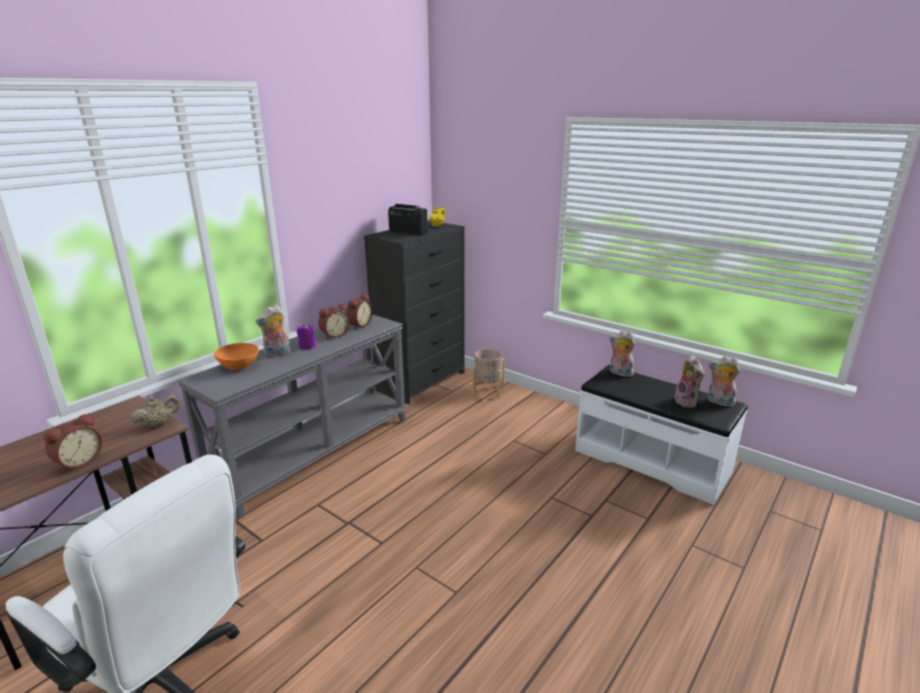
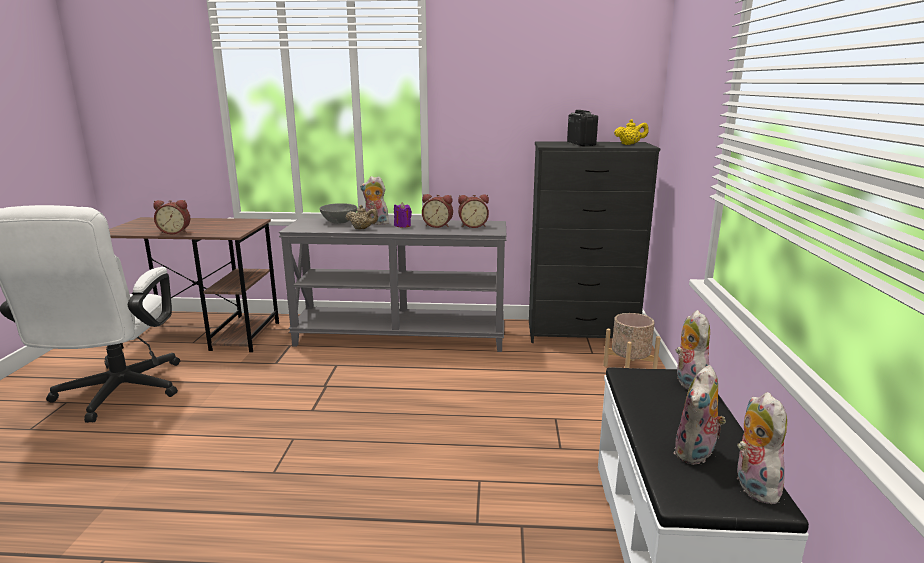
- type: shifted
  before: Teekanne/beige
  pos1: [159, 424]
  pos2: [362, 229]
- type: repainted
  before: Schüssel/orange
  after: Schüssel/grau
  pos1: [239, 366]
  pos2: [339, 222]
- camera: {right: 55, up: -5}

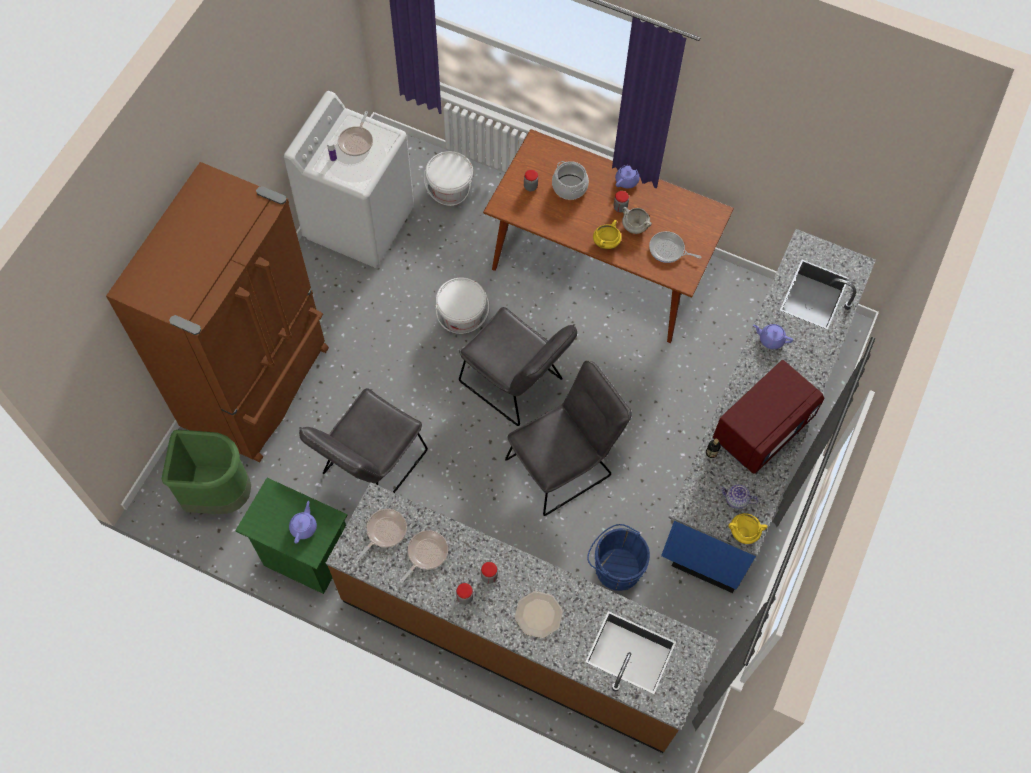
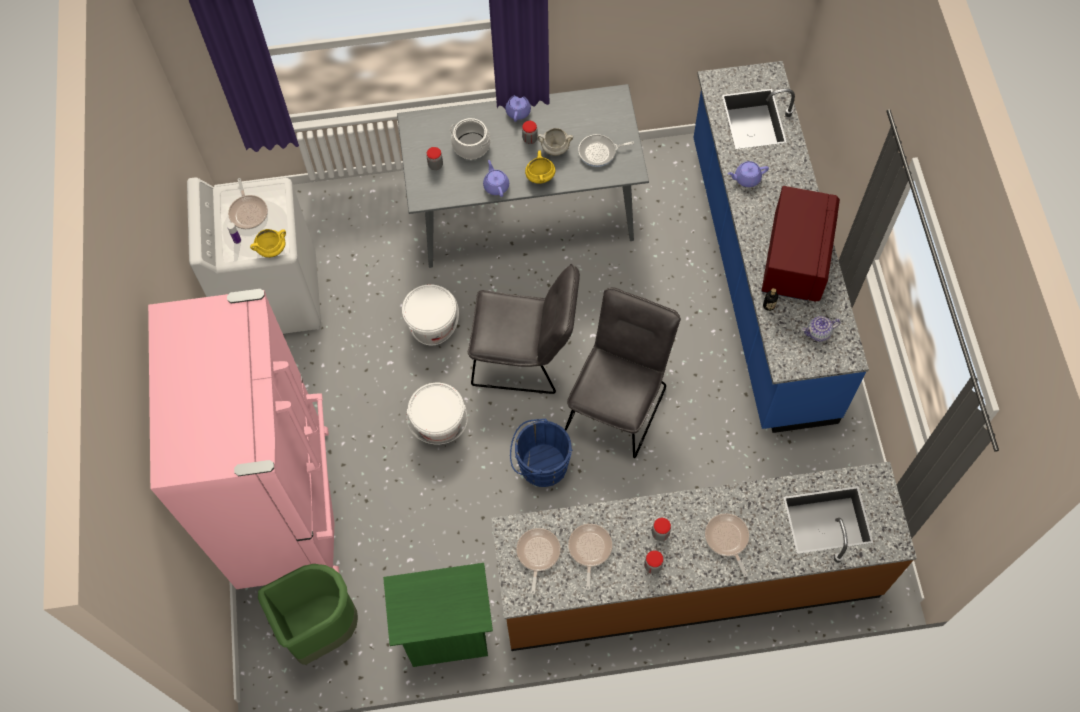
- type: gone
  before: Stuhl/grau
  pos1: [370, 467]
- type: shifted
  before: Teekanne/lila
  pos1: [304, 527]
  pos2: [496, 185]
- type: shifted
  before: Eimer/weiß
  pos1: [450, 191]
  pos2: [439, 424]
- type: shifted
  before: Eimer/blau
  pos1: [615, 567]
  pos2: [540, 465]
- type: shifted
  before: Kochtopf/gelb
  pos1: [744, 532]
  pos2: [272, 249]
- type: swapped
  before: Teller
  after: Pfanne
  pos1: [538, 615]
  pos2: [727, 539]
- type: repainted
  before: Kühlschrank/braun
  after: Kühlschrank/rosa
  pos1: [259, 387]
  pos2: [288, 505]
- type: repainted
  before: Esstisch/braun
  after: Esstisch/grau
  pos1: [600, 264]
  pos2: [523, 207]
- camera: {right: -30, up: 0}

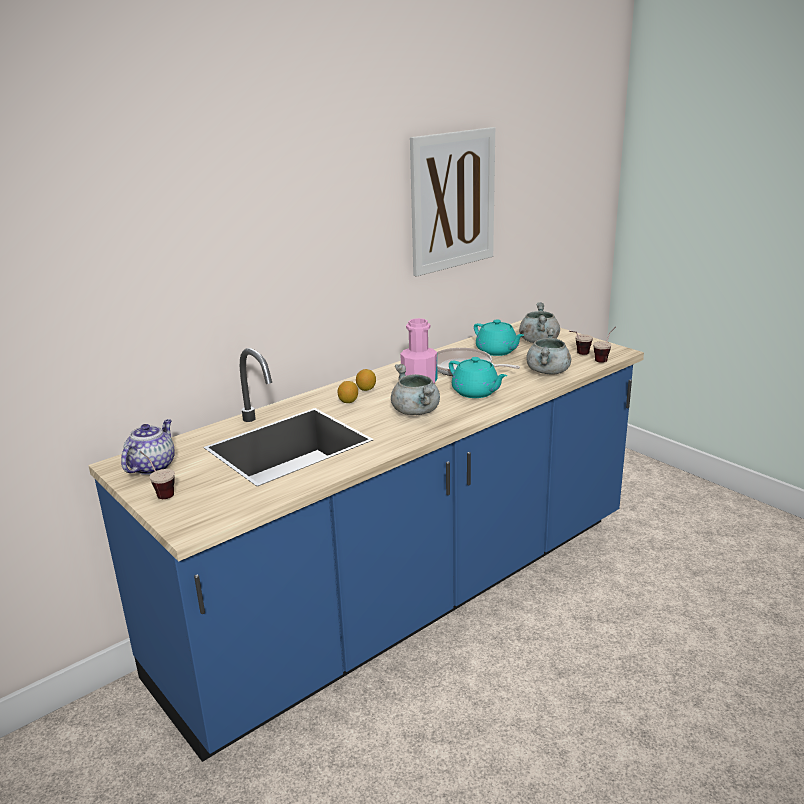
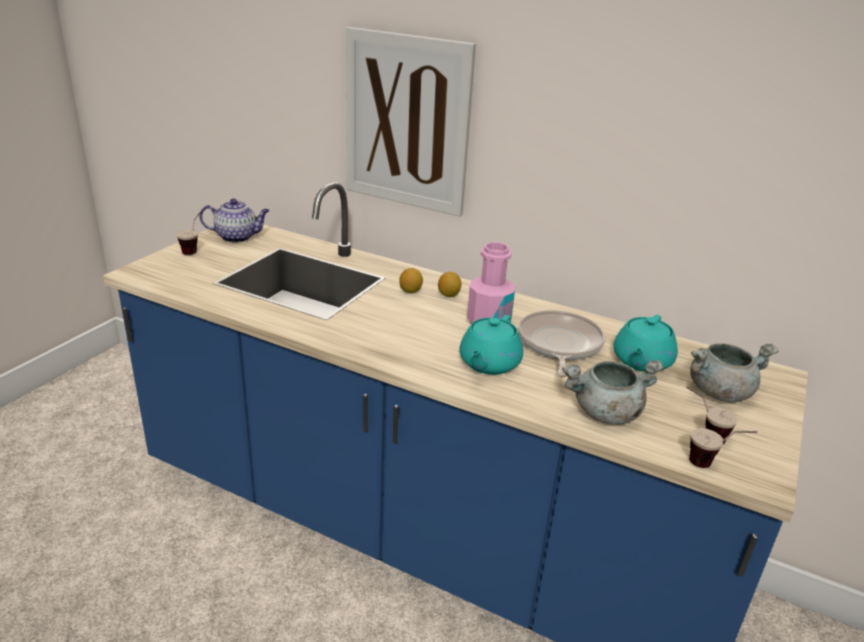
- type: gone
  before: Kochtopf/grau
  pos1: [417, 412]
- type: shifted
  before: Bild
  pos1: [452, 201]
  pos2: [407, 122]
- camera: {right: 65, up: 5}

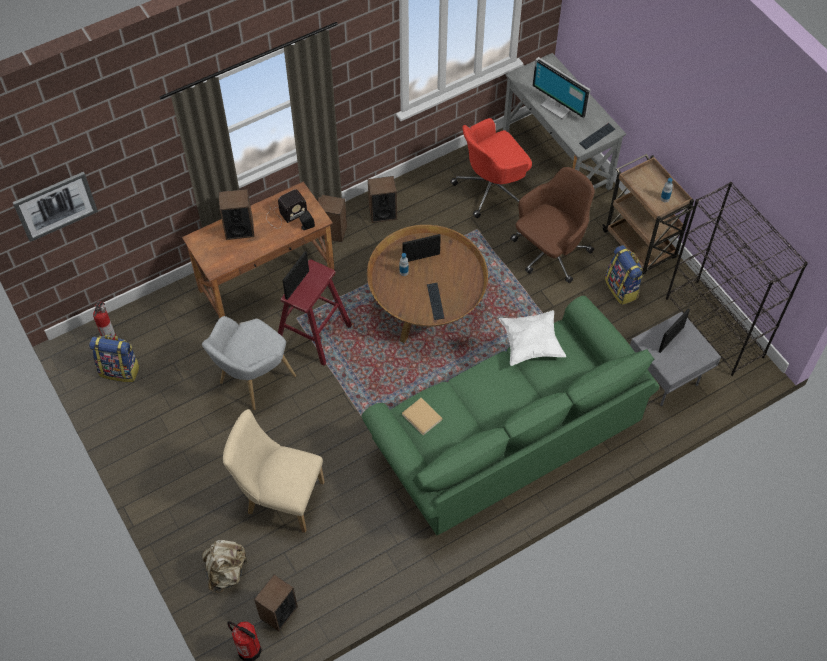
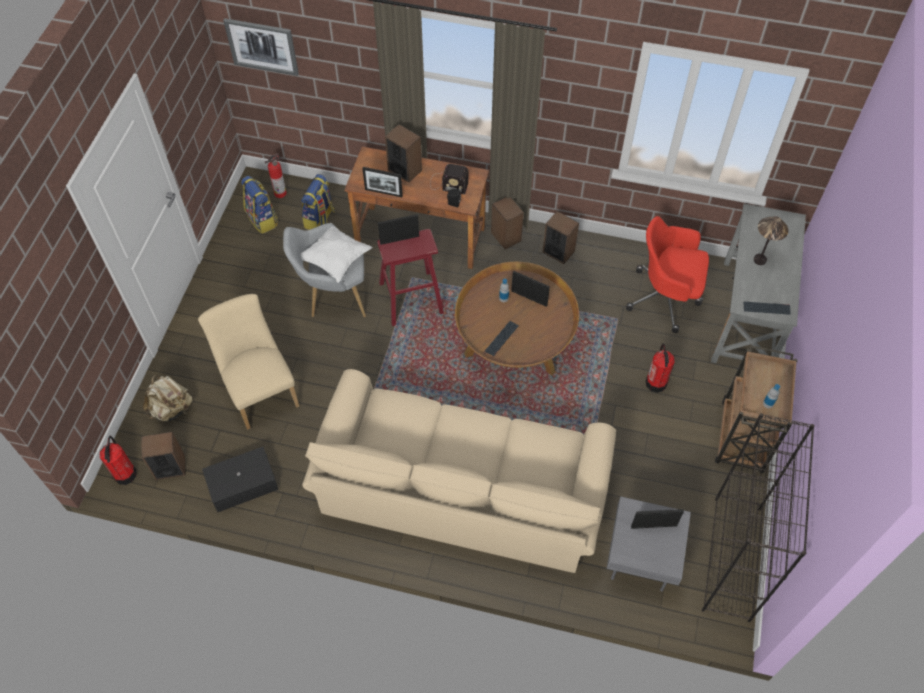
- type: gone
  before: Buch/beige
  pos1: [422, 418]
- type: new
  after: Aufbewahrungsbox/schwarz
  pos2: [241, 483]
- type: new
  after: Bilderrahmen
  pos2: [383, 192]
- type: shifted
  before: Kissen/weiß
  pos1: [531, 344]
  pos2: [335, 260]
- type: shifted
  before: Rucksack
  pos1: [622, 289]
  pos2: [320, 219]
- type: swapped
  before: Bürostuhl/braun
  after: Feuerlöscher
  pos1: [549, 253]
  pos2: [656, 383]
- type: swapped
  before: Monitor
  after: Tischlampe
  pos1: [558, 106]
  pos2: [760, 260]
- type: repainted
  before: Sofa/grün
  after: Sofa/beige
  pos1: [506, 435]
  pos2: [462, 489]
- camera: {right: 45, up: 0}

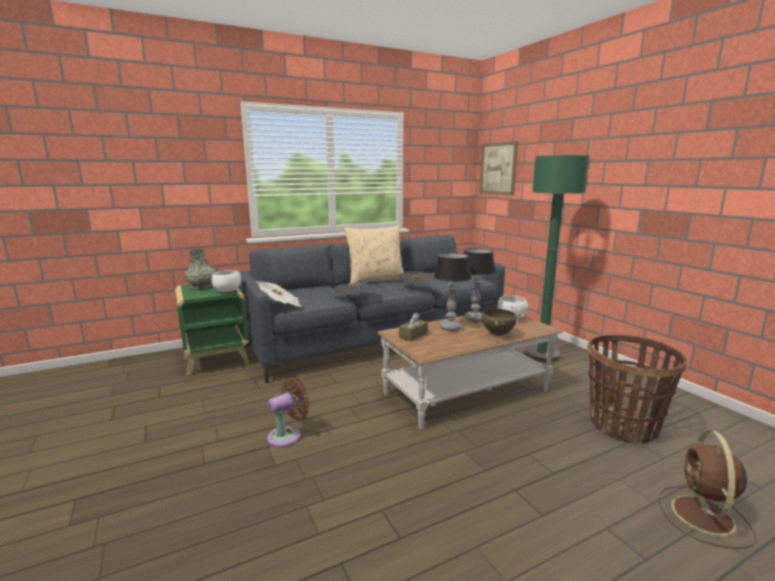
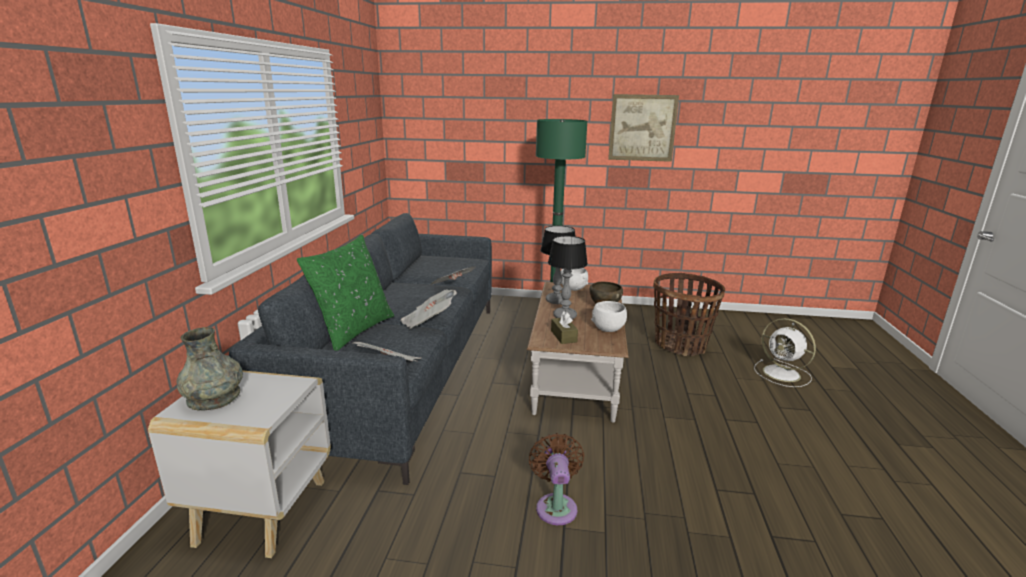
- type: gone
  before: Kissen/beige
  pos1: [375, 280]
- type: new
  after: Kissen/grün
  pos2: [353, 330]
- type: shifted
  before: Schüssel/weiß
  pos1: [227, 291]
  pos2: [608, 329]
- type: shifted
  before: Bild
  pos1: [498, 168]
  pos2: [642, 128]
- type: repainted
  before: Beistelltisch/grün
  after: Beistelltisch/weiß
  pos1: [217, 360]
  pos2: [263, 510]
- type: repainted
  before: Ventilator/braun
  after: Ventilator/weiß
  pos1: [703, 517]
  pos2: [783, 374]
- camera: {right: -55, up: 5}

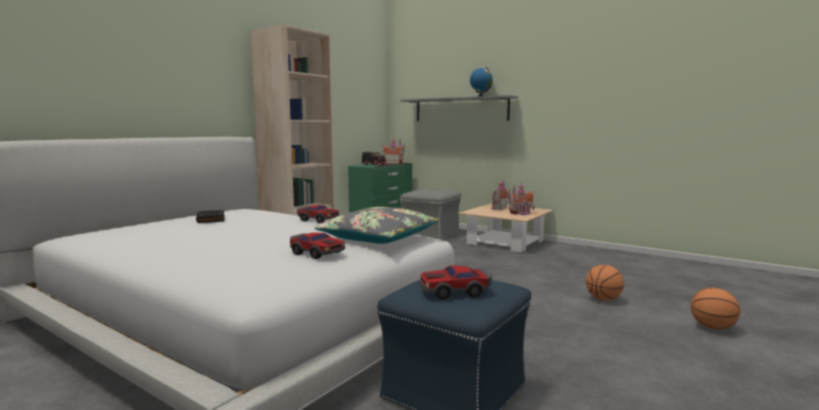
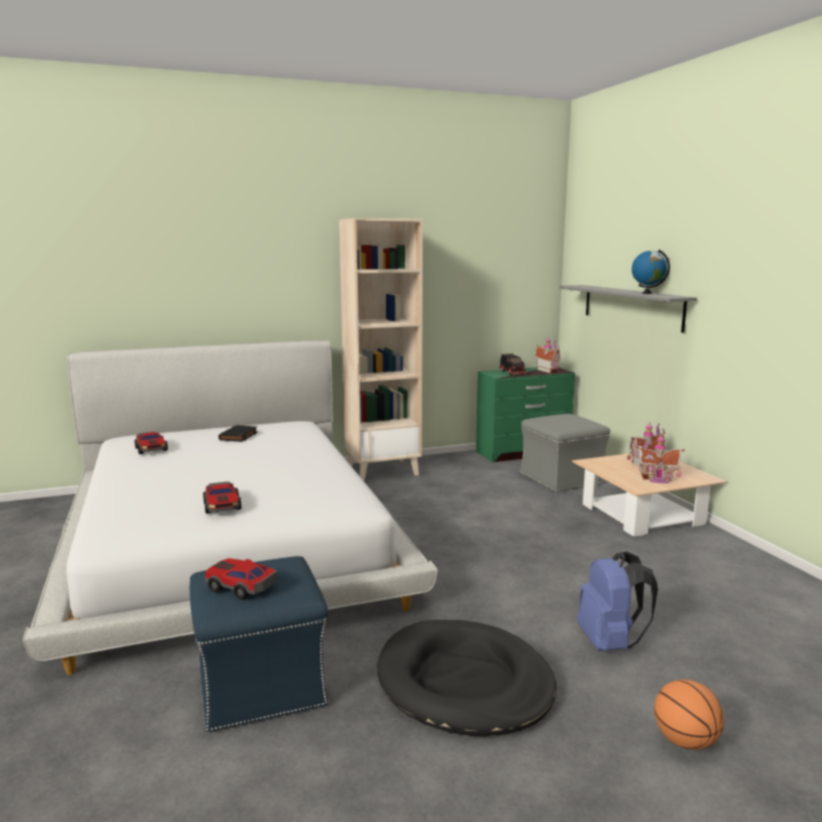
- type: gone
  before: Kissen/grau
  pos1: [378, 238]
- type: new
  after: Hundebett/schwarz
  pos2: [464, 683]
- type: shifted
  before: Spielzeugauto
  pos1: [318, 220]
  pos2: [151, 449]
- type: swapped
  before: Basketball
  after: Rucksack/blau
  pos1: [603, 299]
  pos2: [610, 643]
- camera: {right: 35, up: 5}

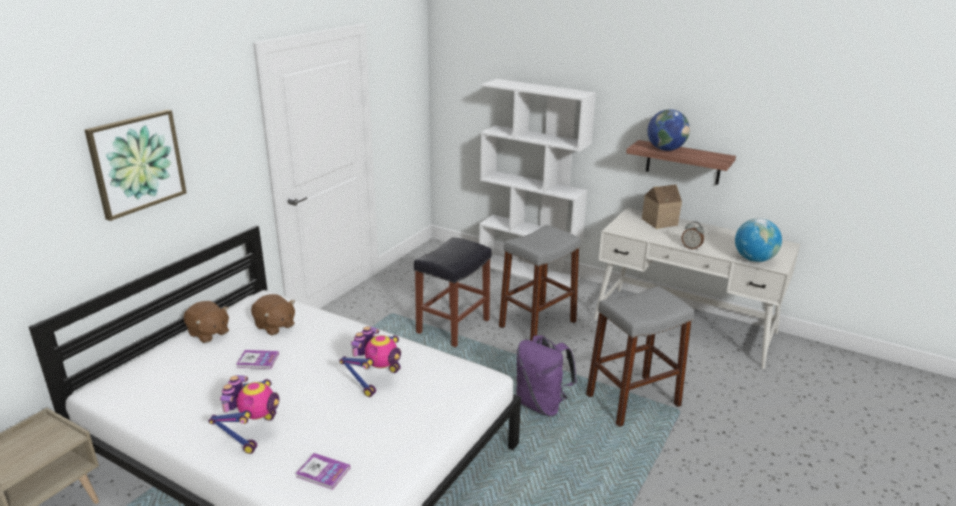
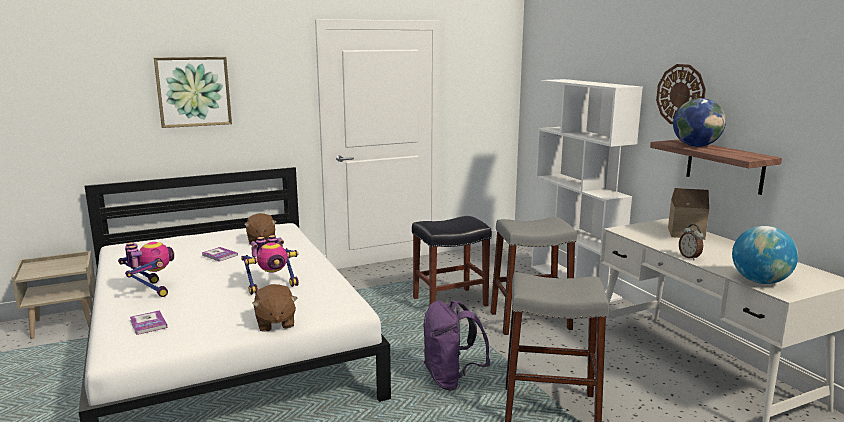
- type: new
  after: Wanduhr
  pos2: [680, 94]
- type: shifted
  before: Plüschtier/braun
  pos1: [208, 333]
  pos2: [275, 323]
- type: rotated
  before: Spielzeugroboter
  pos1: [253, 433]
  pos2: [150, 290]
  turn: -75
- camera: {right: 35, up: -10}

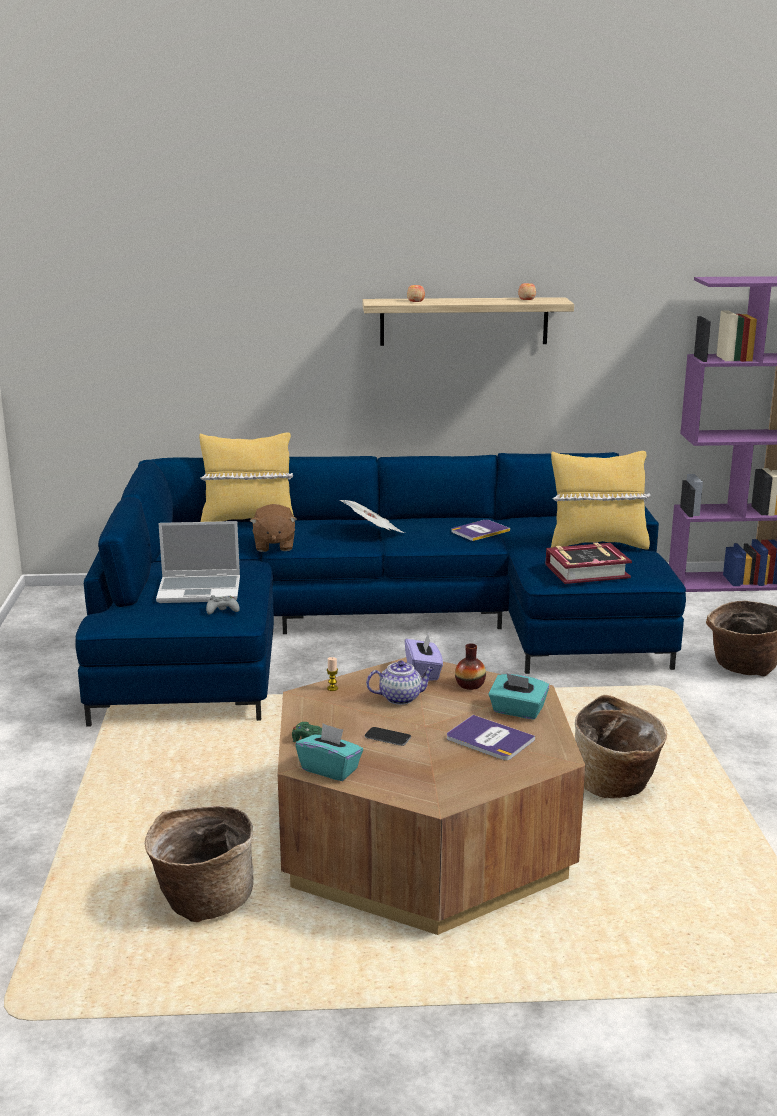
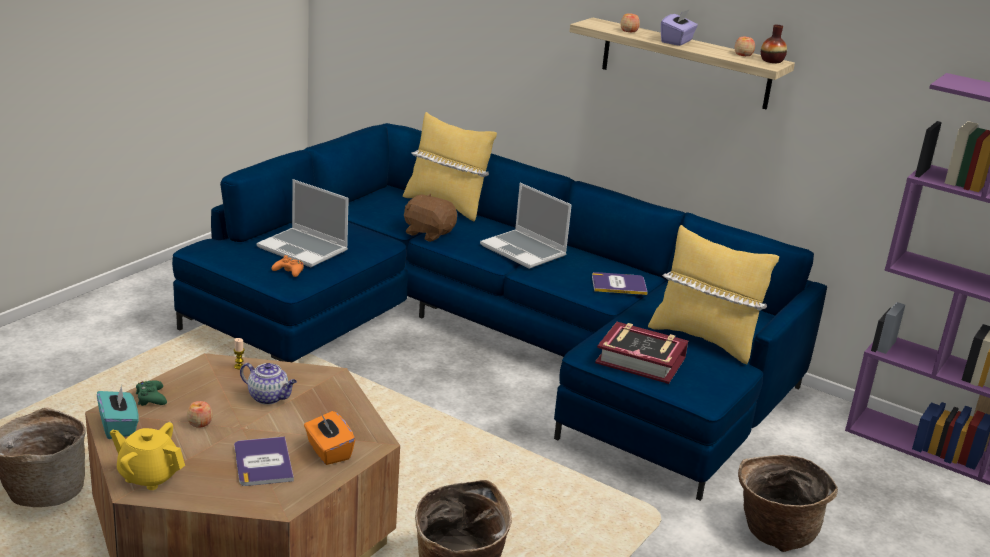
- type: new
  after: Teekanne/gelb
  pos2: [149, 476]
- type: shifted
  before: Taschentuchbox/lila
  pos1: [423, 672]
  pos2: [677, 41]
- type: shifted
  before: Vase
  pos1: [470, 685]
  pos2: [771, 61]
- type: swapped
  before: Zeitung
  after: Laptop
  pos1: [372, 532]
  pos2: [524, 251]
- type: swapped
  before: Handy
  after: Apfel
  pos1: [387, 737]
  pos2: [200, 423]
- type: repainted
  before: Gamepad/grau
  after: Gamepad/orange
  pos1: [222, 610]
  pos2: [289, 271]
- type: repainted
  before: Taschentuchbox/türkis
  after: Taschentuchbox/orange
  pos1: [517, 711]
  pos2: [328, 451]
- type: rotated
  before: Plüschtier/braun
  pos1: [274, 545]
  pos2: [428, 233]
  turn: 90
- camera: {right: 35, up: 5}

